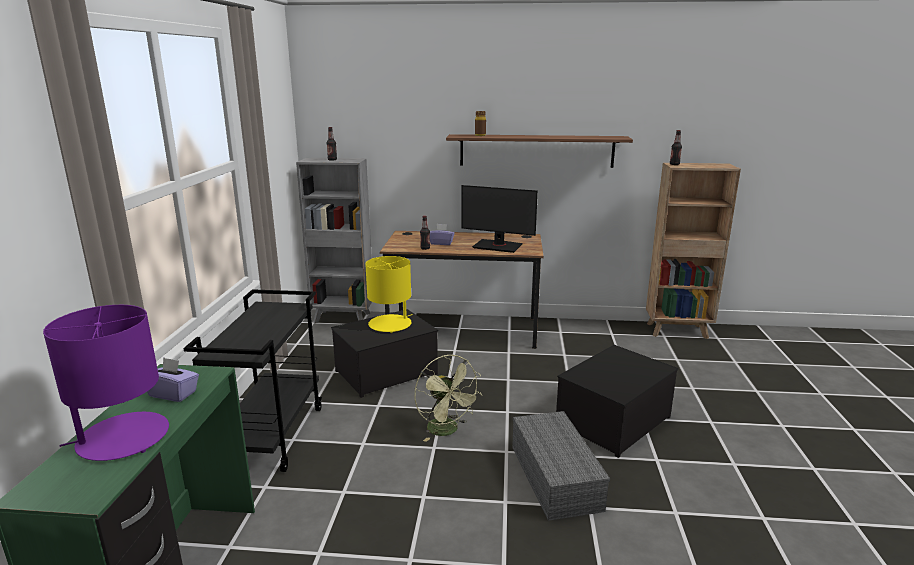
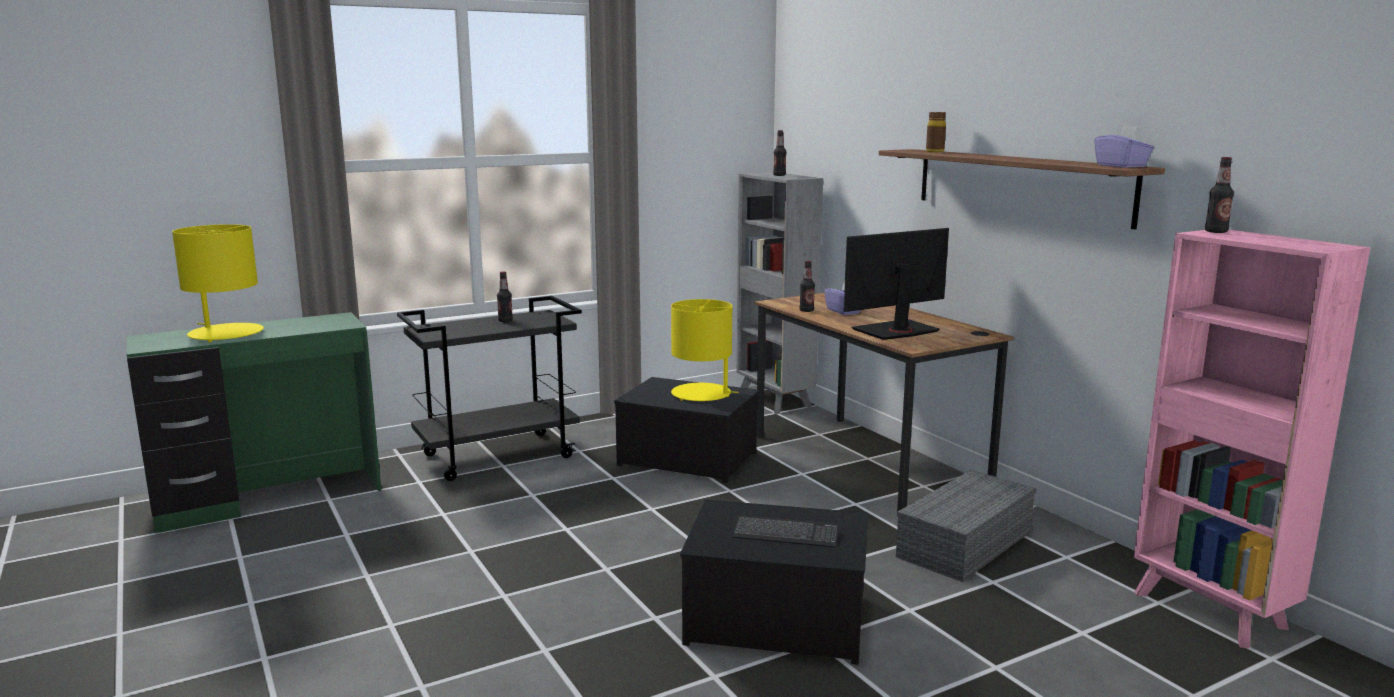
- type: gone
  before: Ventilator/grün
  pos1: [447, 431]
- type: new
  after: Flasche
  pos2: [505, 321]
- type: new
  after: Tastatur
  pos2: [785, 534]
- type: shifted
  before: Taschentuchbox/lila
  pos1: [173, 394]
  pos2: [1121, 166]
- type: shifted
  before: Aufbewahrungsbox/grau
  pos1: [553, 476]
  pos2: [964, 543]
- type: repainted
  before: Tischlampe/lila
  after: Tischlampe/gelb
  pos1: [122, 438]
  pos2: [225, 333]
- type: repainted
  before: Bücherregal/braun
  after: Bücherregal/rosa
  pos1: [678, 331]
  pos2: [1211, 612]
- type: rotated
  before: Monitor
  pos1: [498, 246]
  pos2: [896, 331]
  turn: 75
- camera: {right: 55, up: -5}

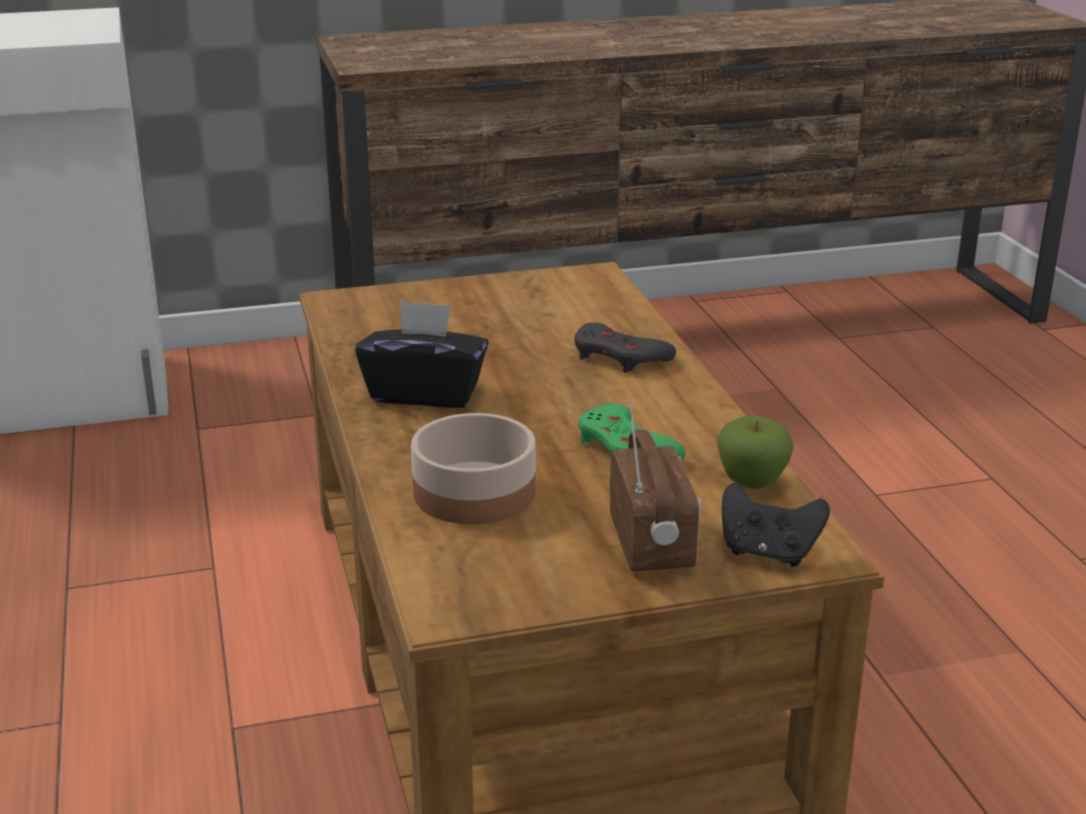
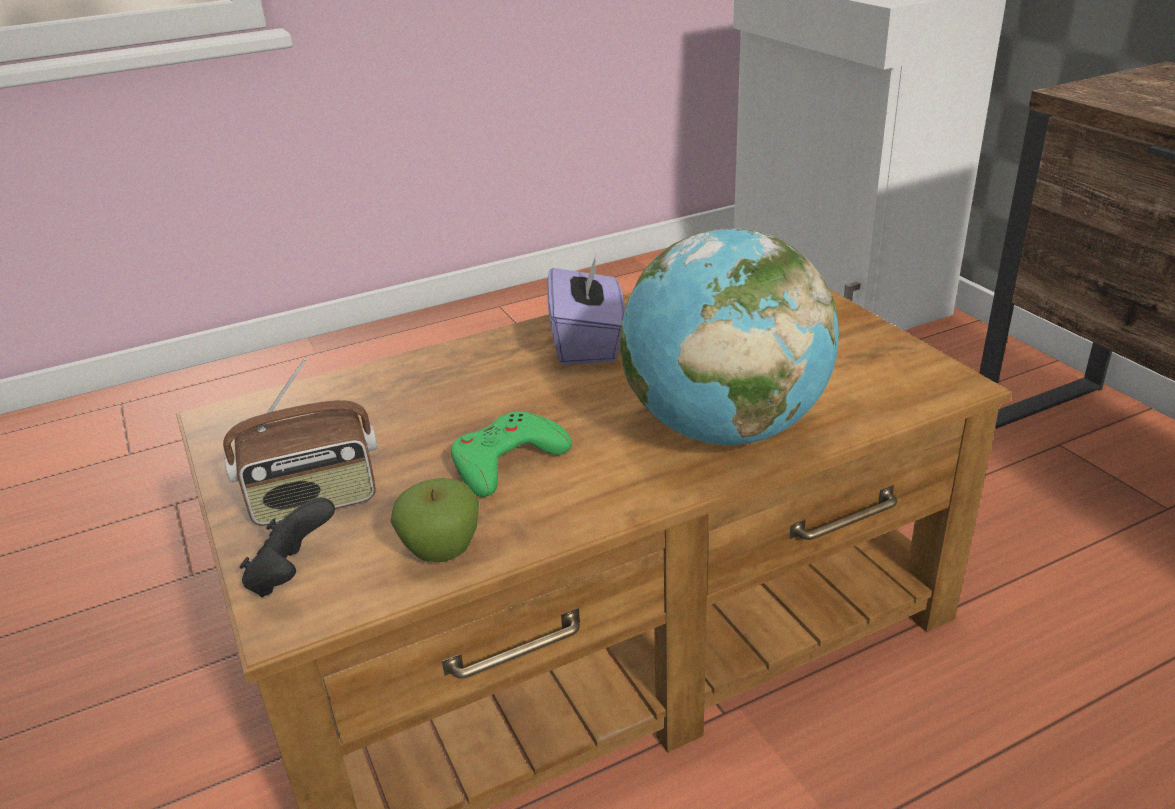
- type: gone
  before: Schüssel
  pos1: [476, 492]
- type: swapped
  before: Gamepad/grau
  after: Globus
  pos1: [619, 356]
  pos2: [724, 429]
- type: repainted
  before: Taschentuchbox/schwarz
  after: Taschentuchbox/lila
  pos1: [425, 393]
  pos2: [588, 343]
- camera: {right: 80, up: 5}

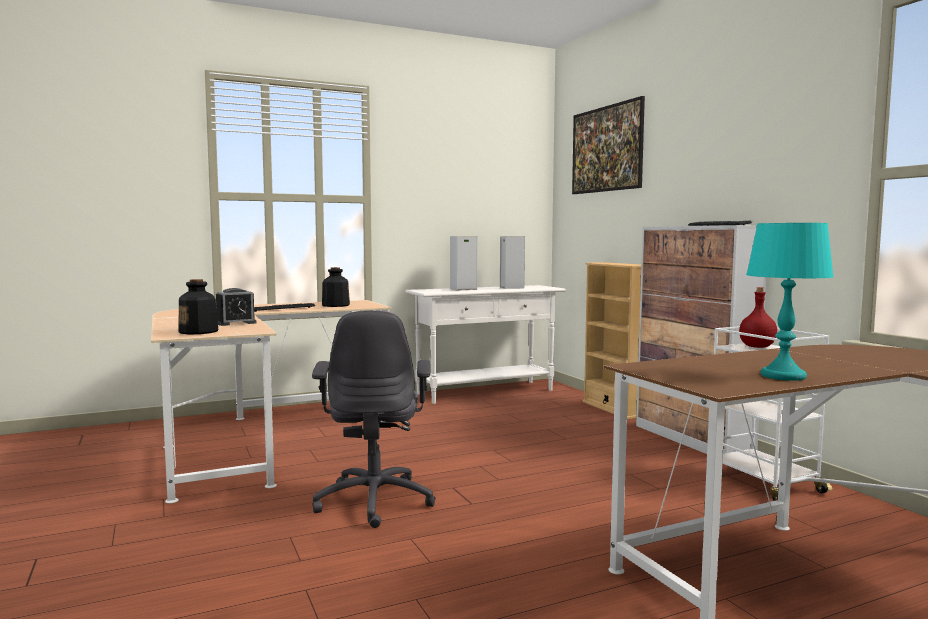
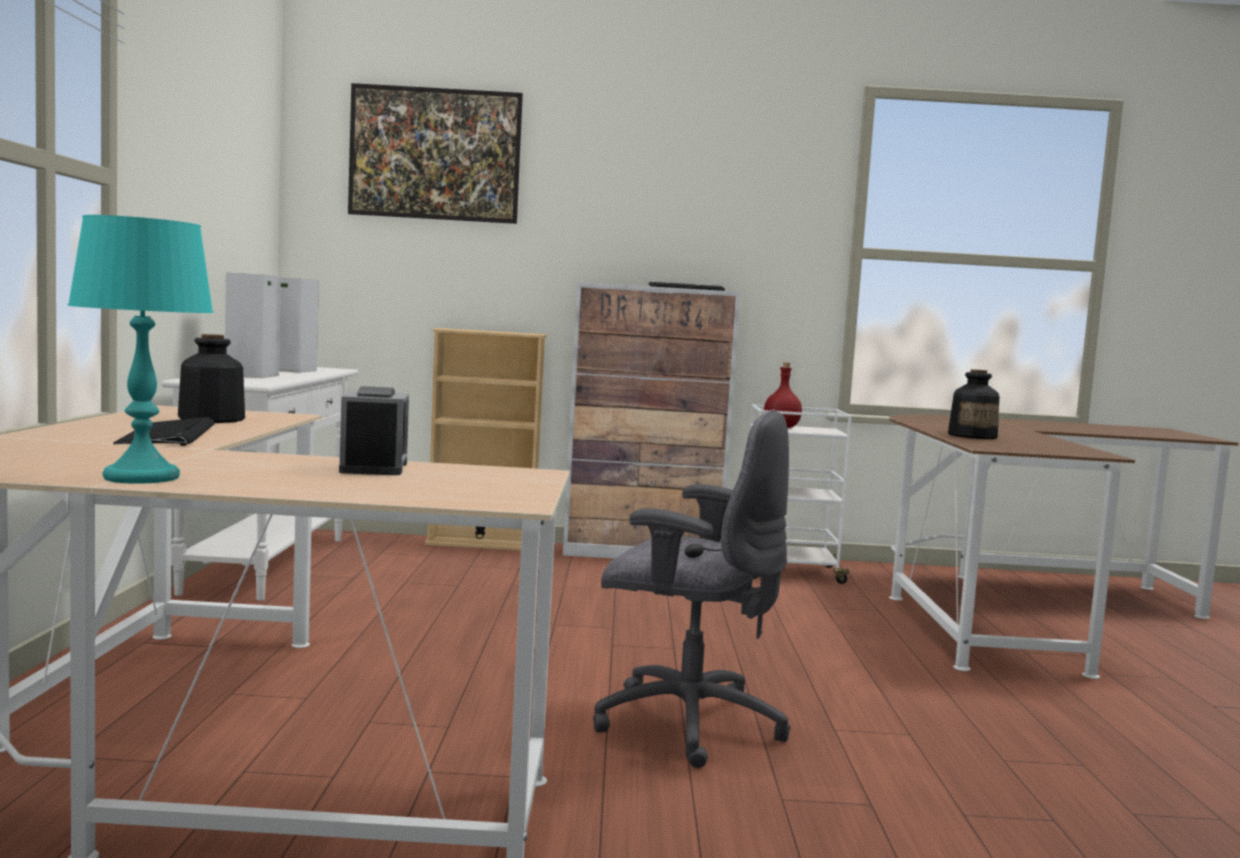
- type: shifted
  before: Flasche
  pos1: [199, 331]
  pos2: [972, 436]
- type: shifted
  before: Tischlampe/türkis
  pos1: [783, 376]
  pos2: [142, 477]
- camera: {right: -65, up: 0}

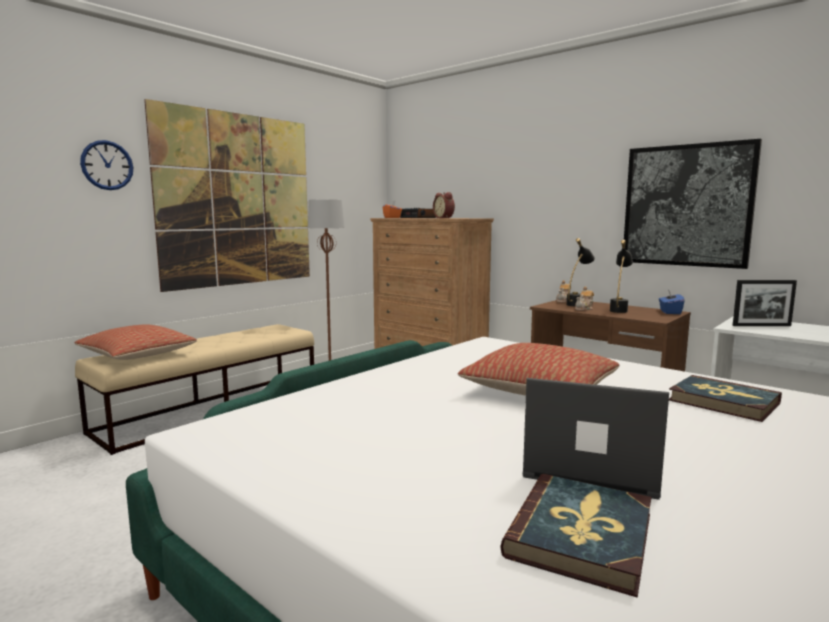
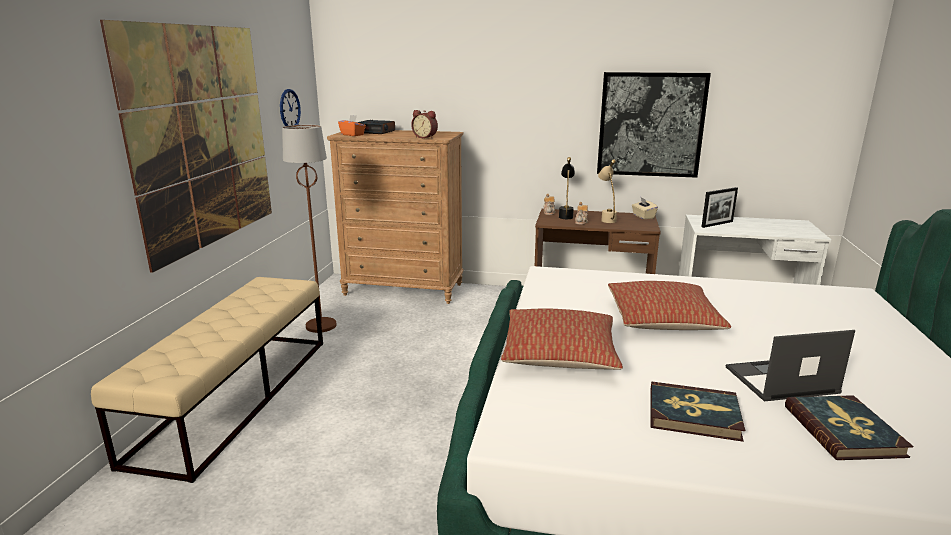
- type: shifted
  before: Kissen
  pos1: [138, 356]
  pos2: [560, 355]
- type: shifted
  before: Wanduhr
  pos1: [107, 165]
  pos2: [289, 109]
- type: shifted
  before: Buch
  pos1: [723, 402]
  pos2: [693, 414]
- type: repainted
  before: Tischlampe/schwarz
  after: Tischlampe/beige
  pos1: [619, 310]
  pos2: [606, 219]
- type: repainted
  before: Taschentuchbox/blau
  after: Taschentuchbox/beige
  pos1: [670, 312]
  pos2: [643, 216]
- camera: {right: -30, up: 10}

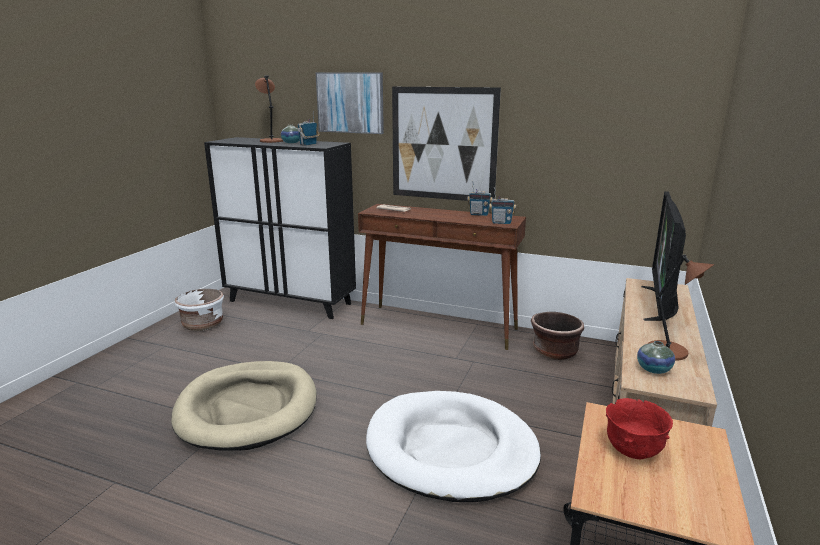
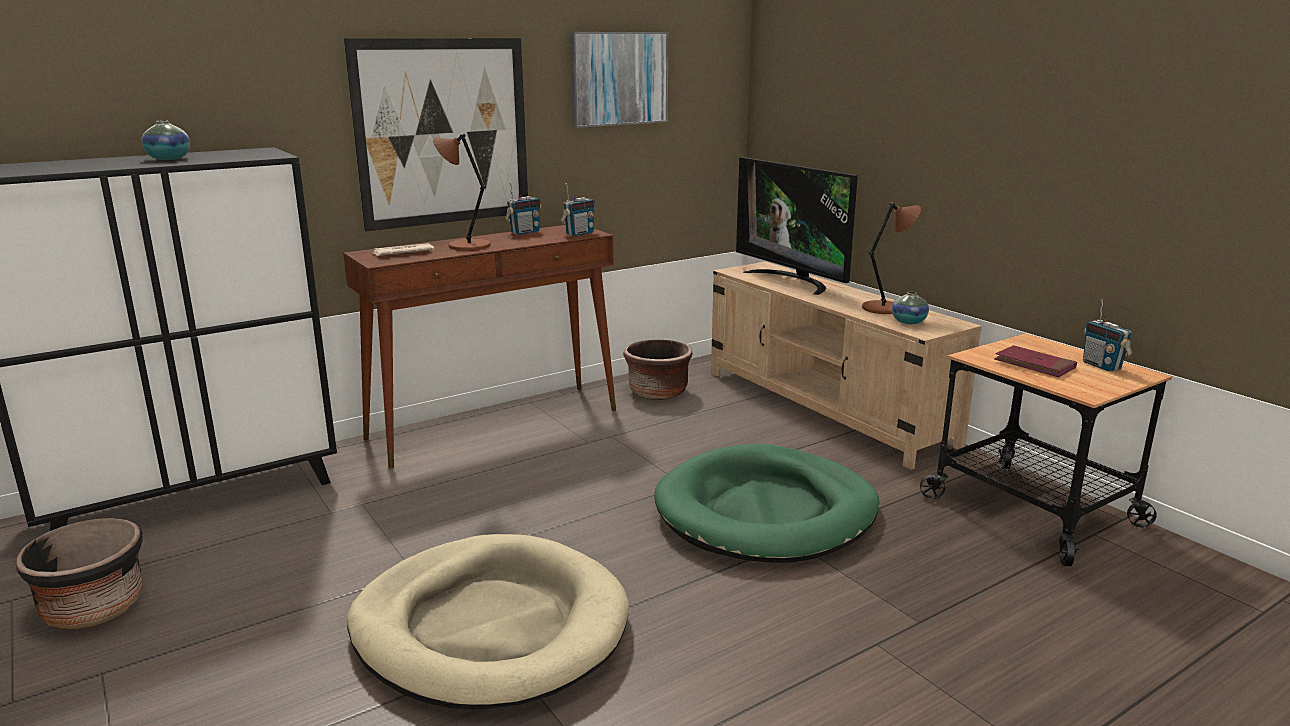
- type: shifted
  before: Tischlampe/braun
  pos1: [271, 141]
  pos2: [466, 246]
- type: shifted
  before: Radio
  pos1: [308, 144]
  pos2: [1102, 366]
- type: shifted
  before: Bild
  pos1: [350, 103]
  pos2: [619, 78]
- type: swapped
  before: Schüssel/rot
  after: Buch/rot
  pos1: [633, 450]
  pos2: [1034, 365]
- type: repainted
  before: Pflanzkübel/weiß
  after: Pflanzkübel/schwarz
  pos1: [203, 324]
  pos2: [94, 608]
- type: repainted
  before: Hundebett/weiß
  after: Hundebett/grün
  pos1: [451, 450]
  pos2: [766, 511]
- camera: {right: -55, up: 0}

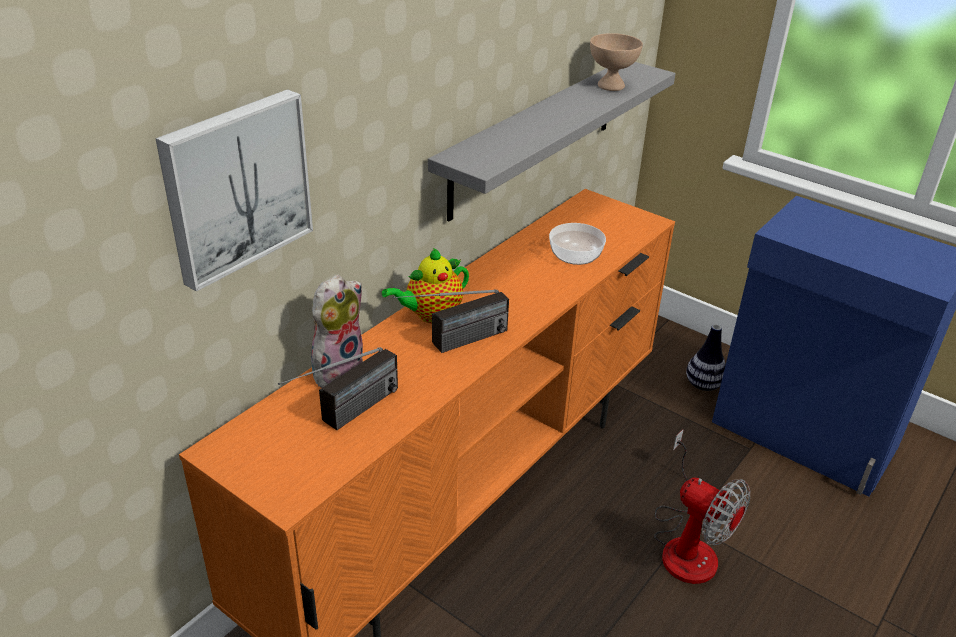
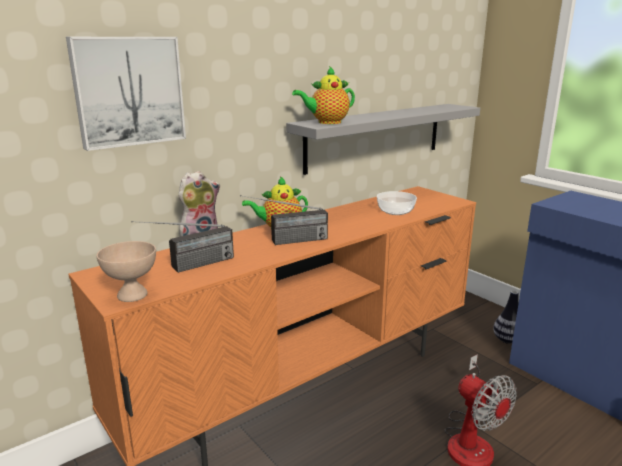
- type: new
  after: Teekanne
  pos2: [327, 122]
- type: shifted
  before: Schüssel/beige
  pos1: [611, 86]
  pos2: [132, 295]
- camera: {right: 15, up: -15}

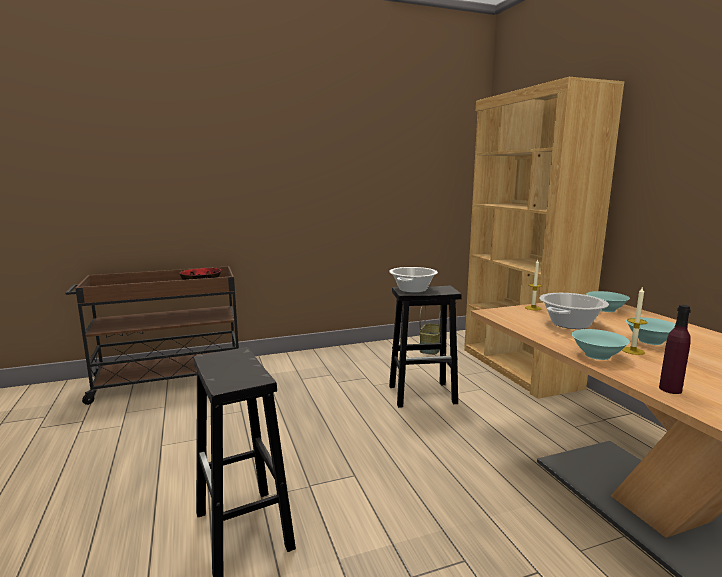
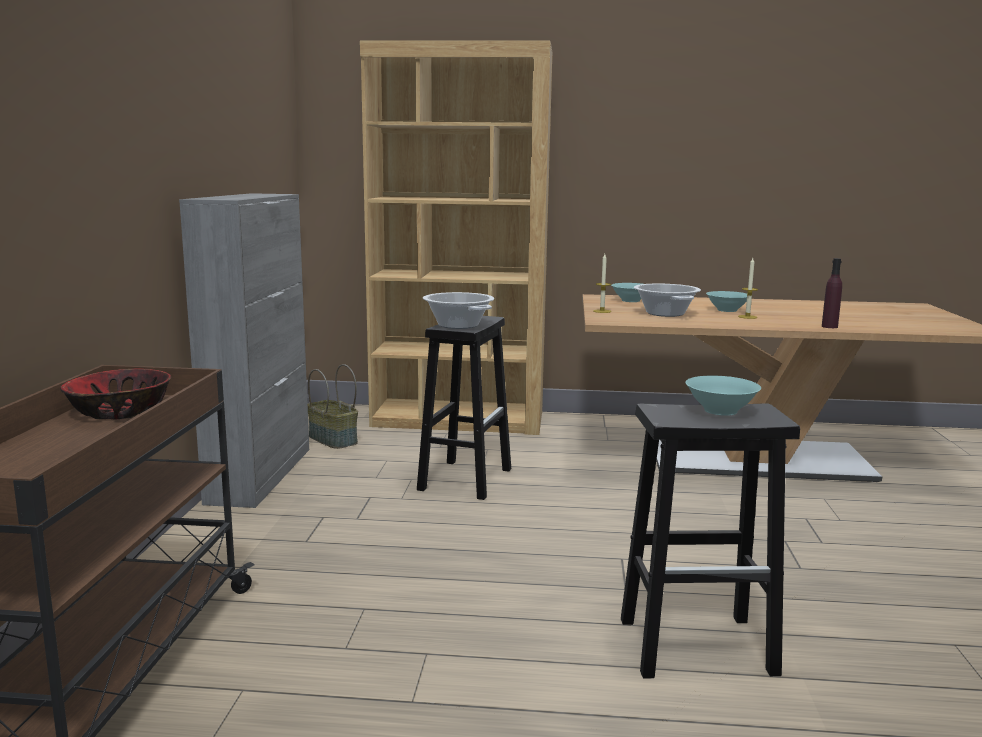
- type: new
  after: Schrank/grau
  pos2: [261, 474]
- type: shifted
  before: Schüssel/türkis
  pos1: [597, 355]
  pos2: [719, 410]
- camera: {right: -65, up: 0}

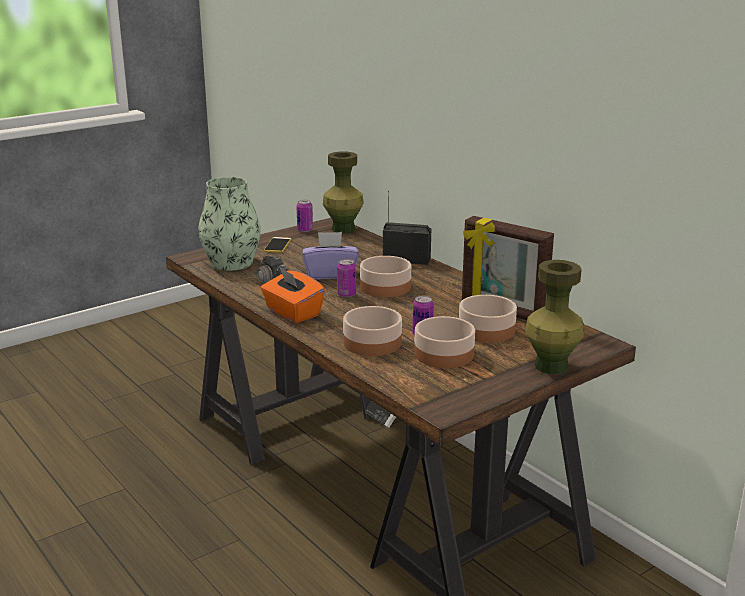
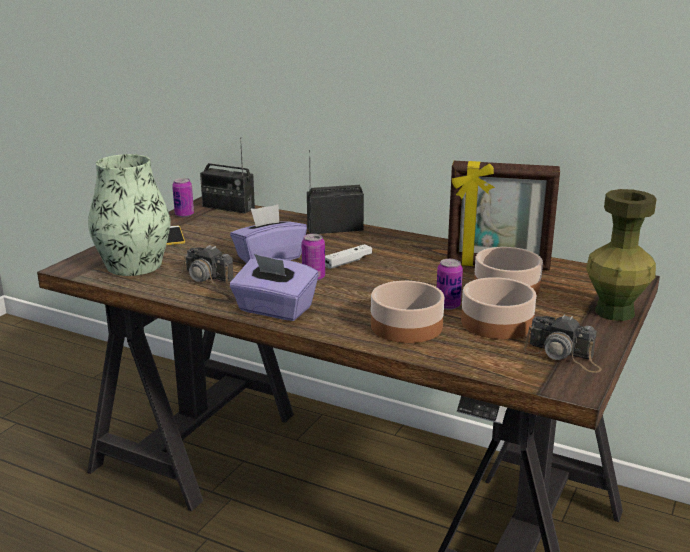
- type: new
  after: Kamera
  pos2: [563, 355]
- type: swapped
  before: Vase/grün
  after: Radio
  pos1: [343, 229]
  pos2: [228, 207]
- type: swapped
  before: Schüssel
  after: Gamepad/weiß
  pos1: [386, 287]
  pos2: [348, 262]
- type: repainted
  before: Taschentuchbox/orange
  after: Taschentuchbox/lila
  pos1: [292, 312]
  pos2: [274, 310]
- camera: {right: -25, up: 0}

